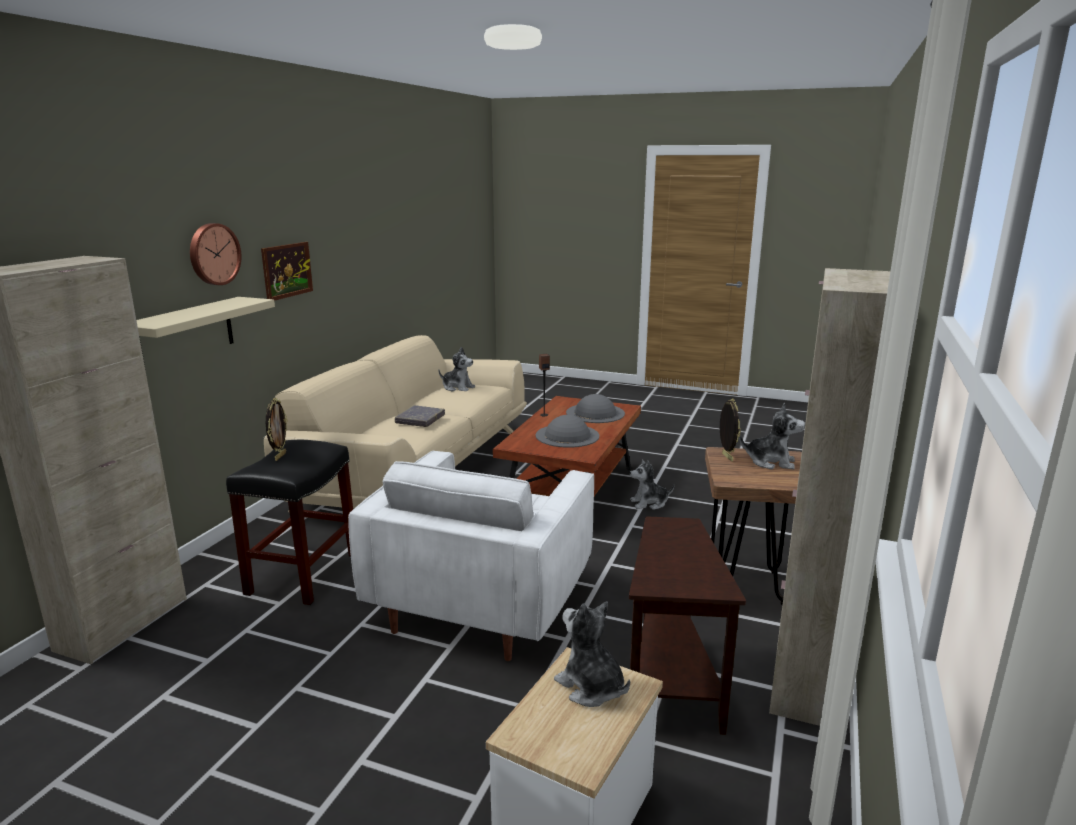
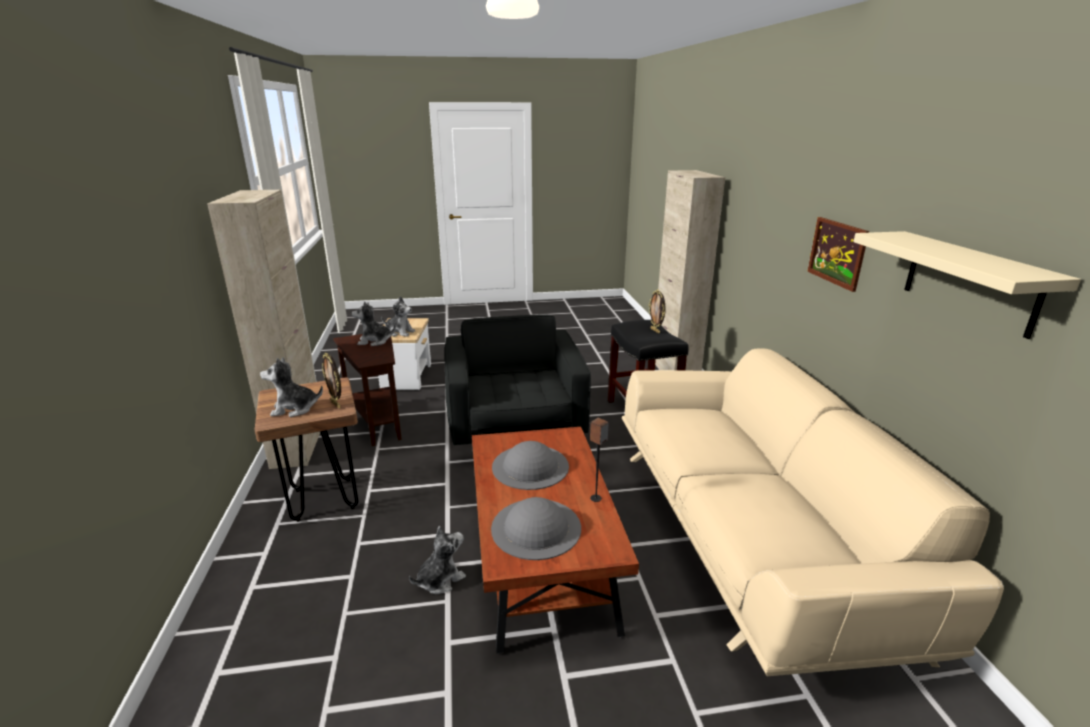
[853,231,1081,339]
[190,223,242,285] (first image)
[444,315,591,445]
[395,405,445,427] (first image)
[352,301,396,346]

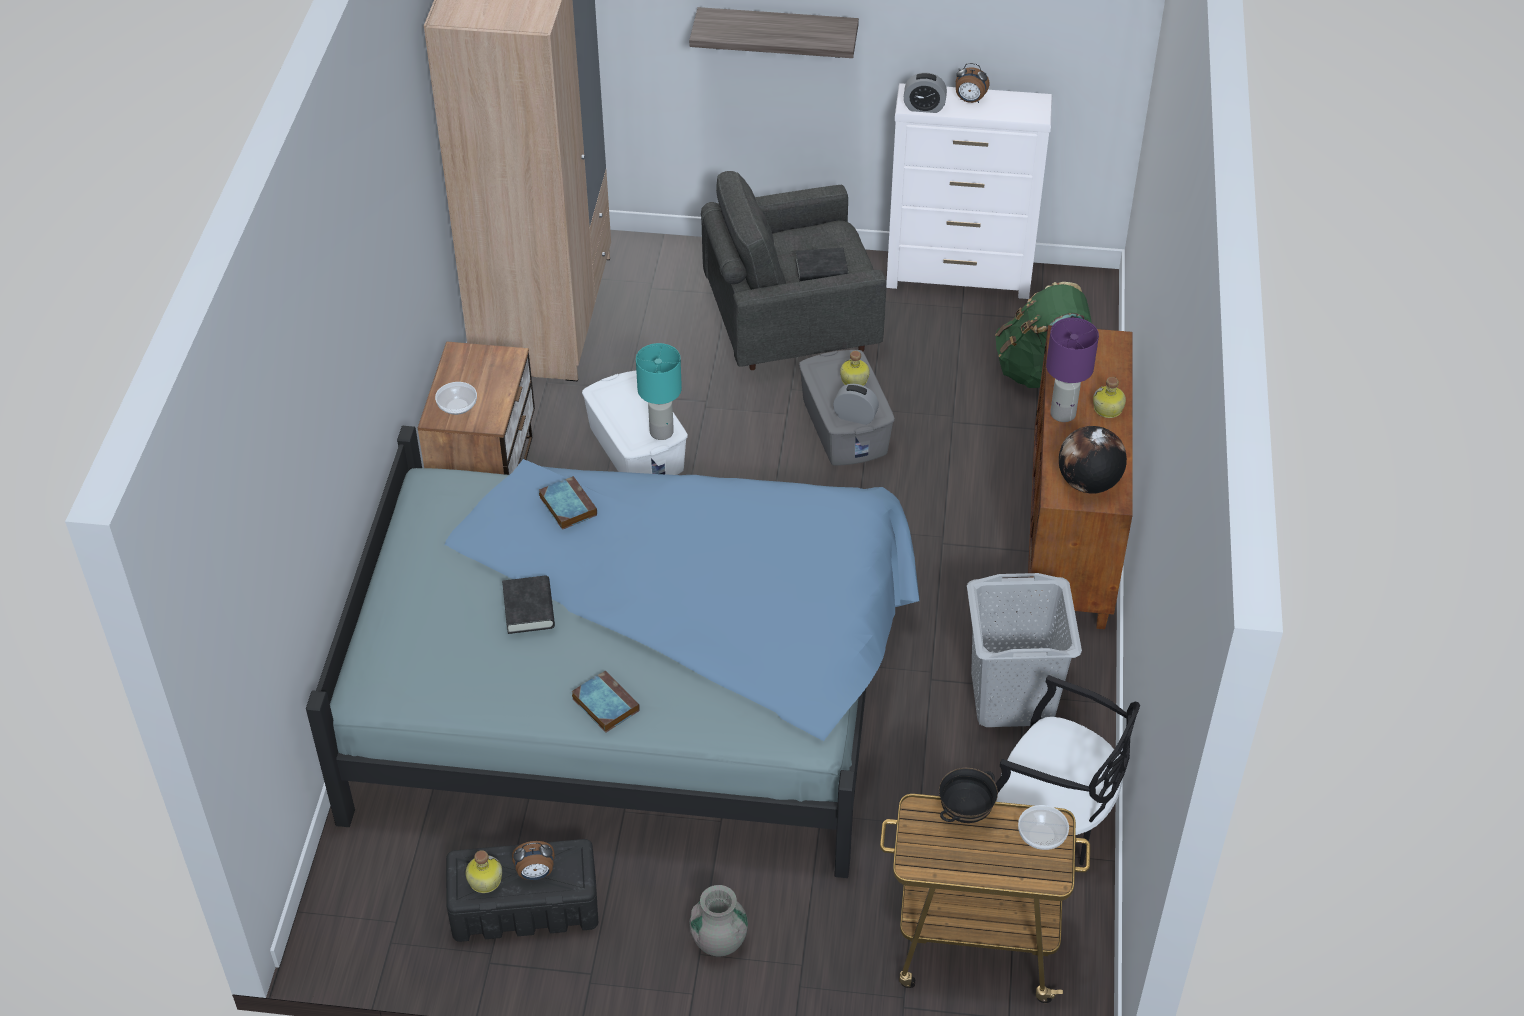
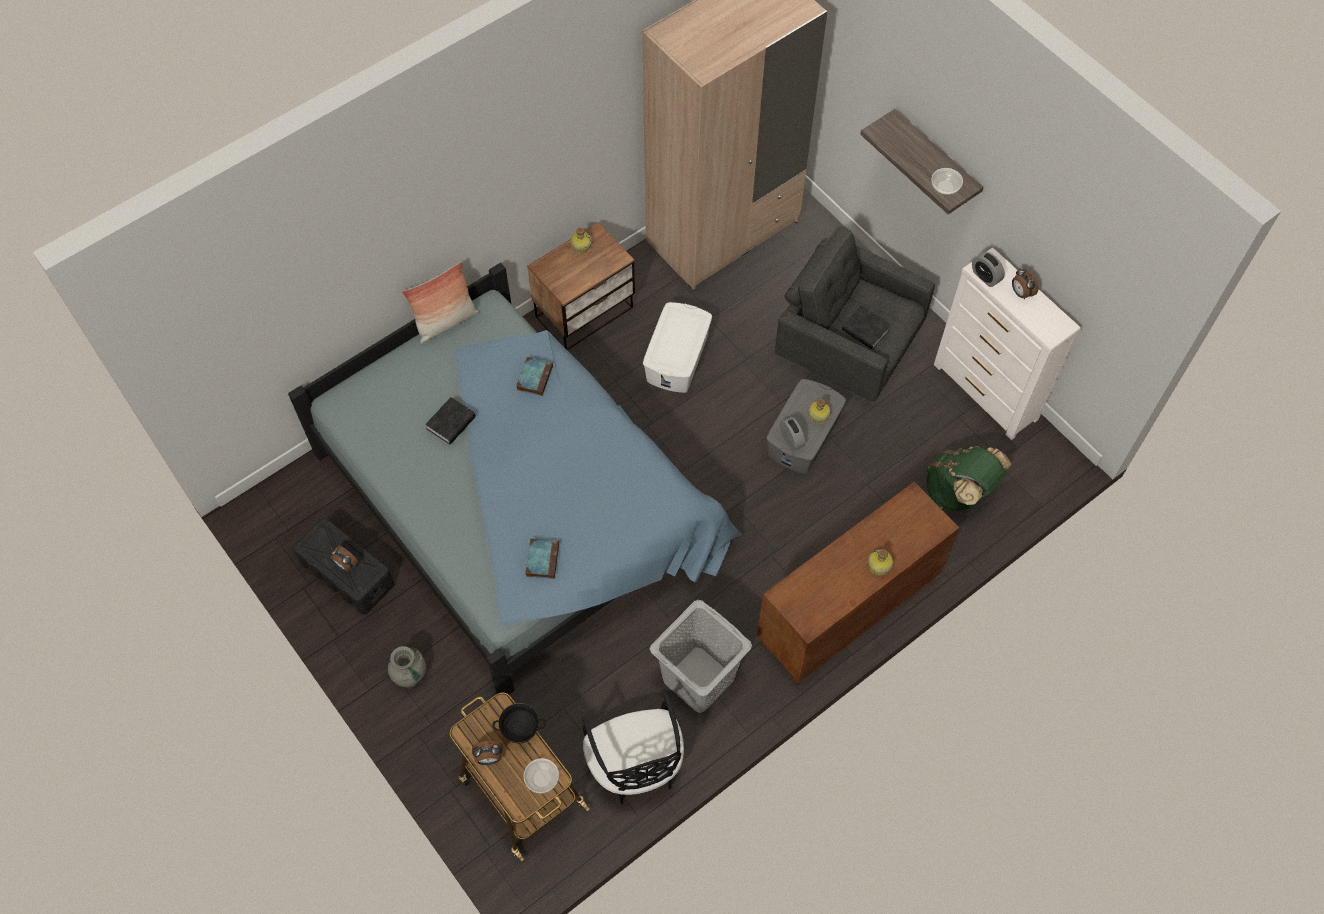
[931,168,963,195]
[570,227,592,253]
[526,539,559,579]
[636,343,682,440] (first image)
[1046,318,1099,422] (first image)
[1059,426,1127,494] (first image)
[402,262,479,344]
[472,741,503,765]

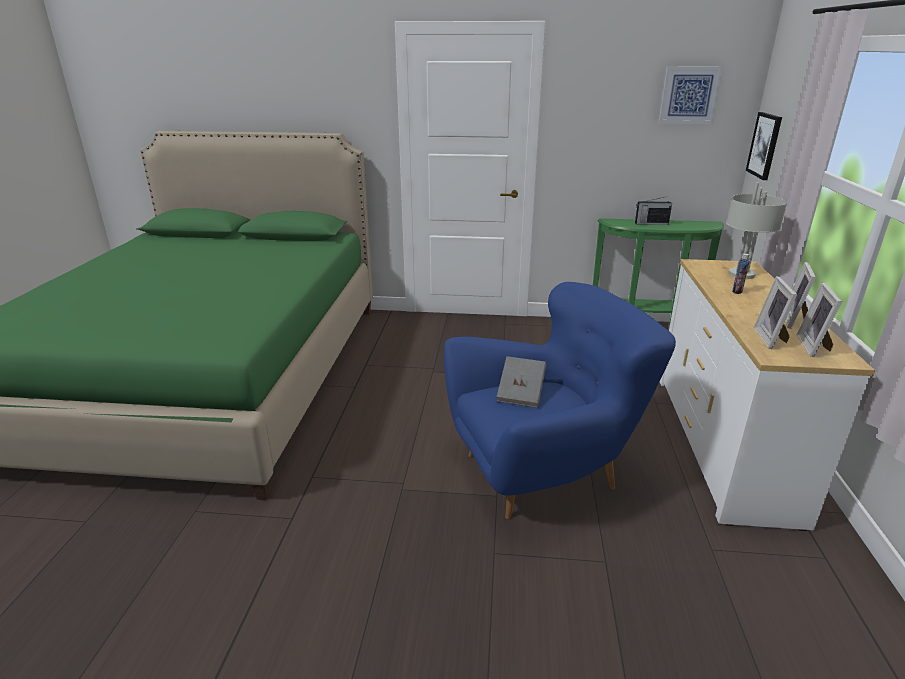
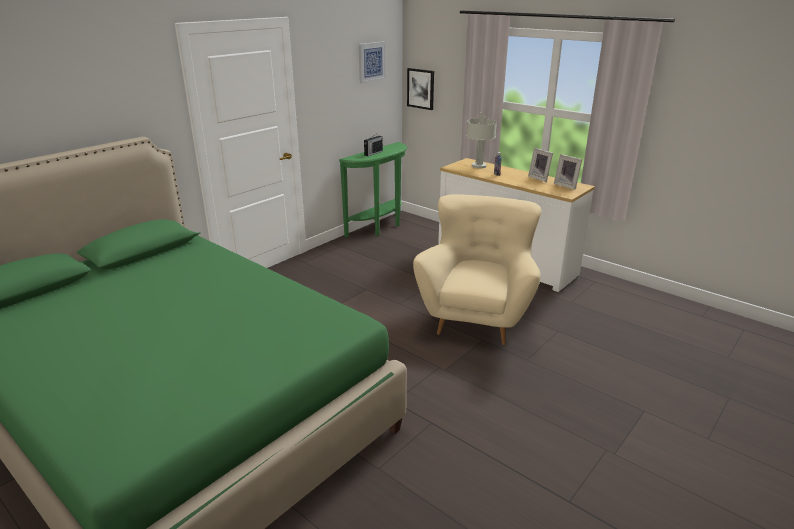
[413,194,541,345]
[497,356,547,408] (first image)
[754,276,797,349] (first image)

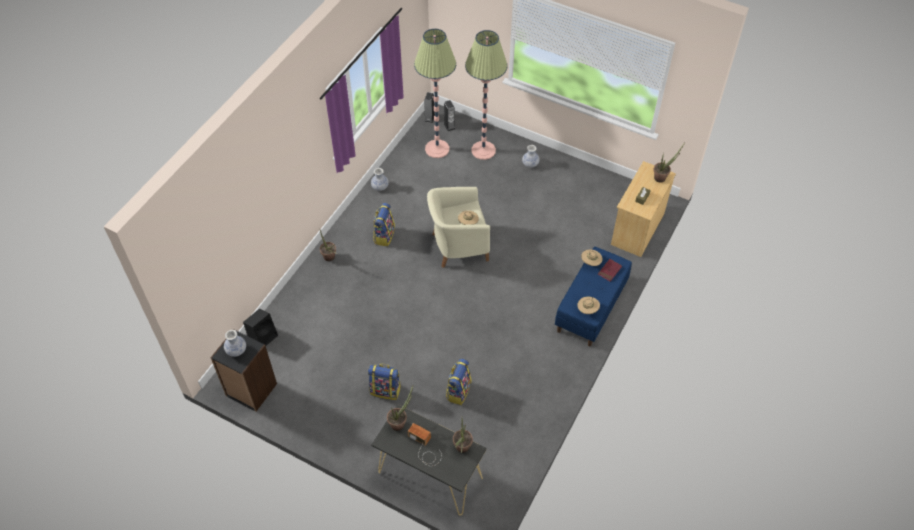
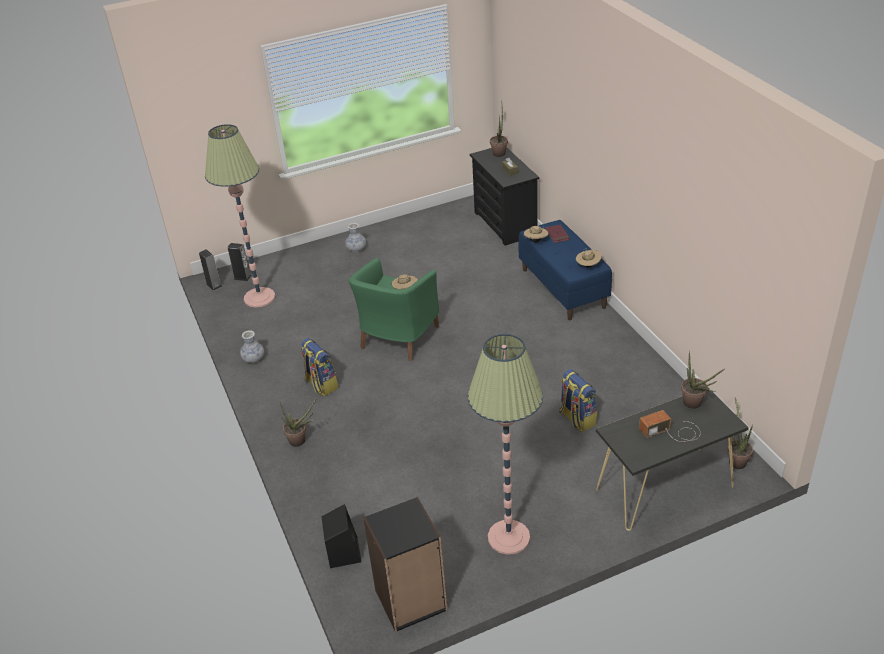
[224,330,246,357] (first image)
[368,363,401,400] (first image)
[727,398,753,469]
[349,258,439,361]
[468,334,543,555]
[470,147,539,246]

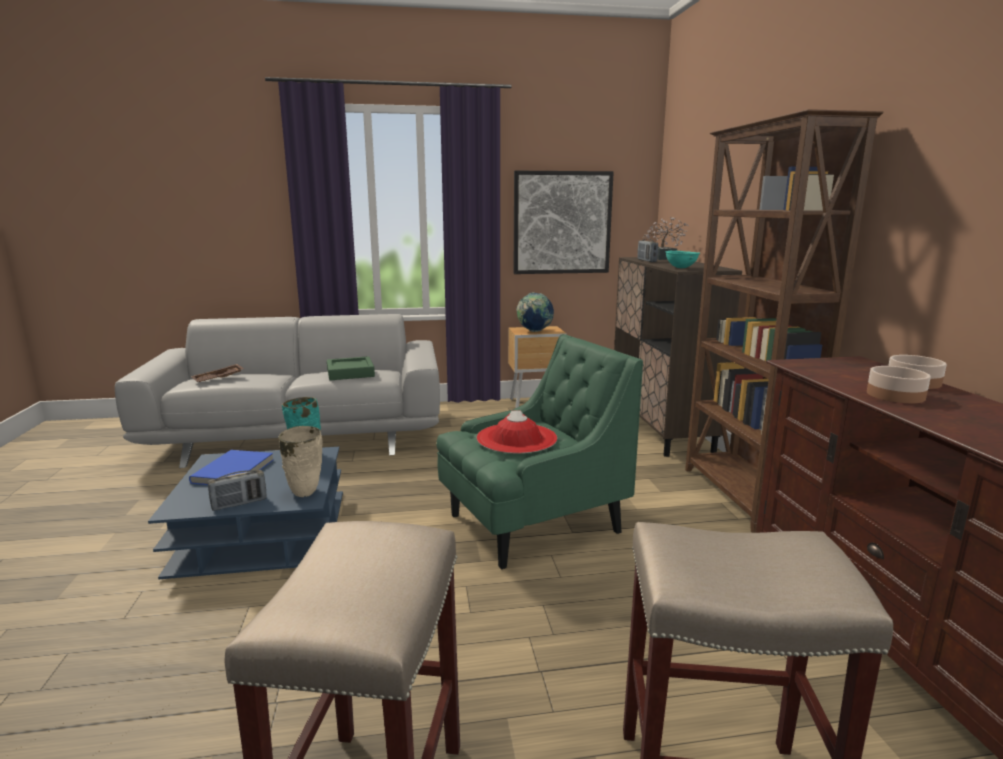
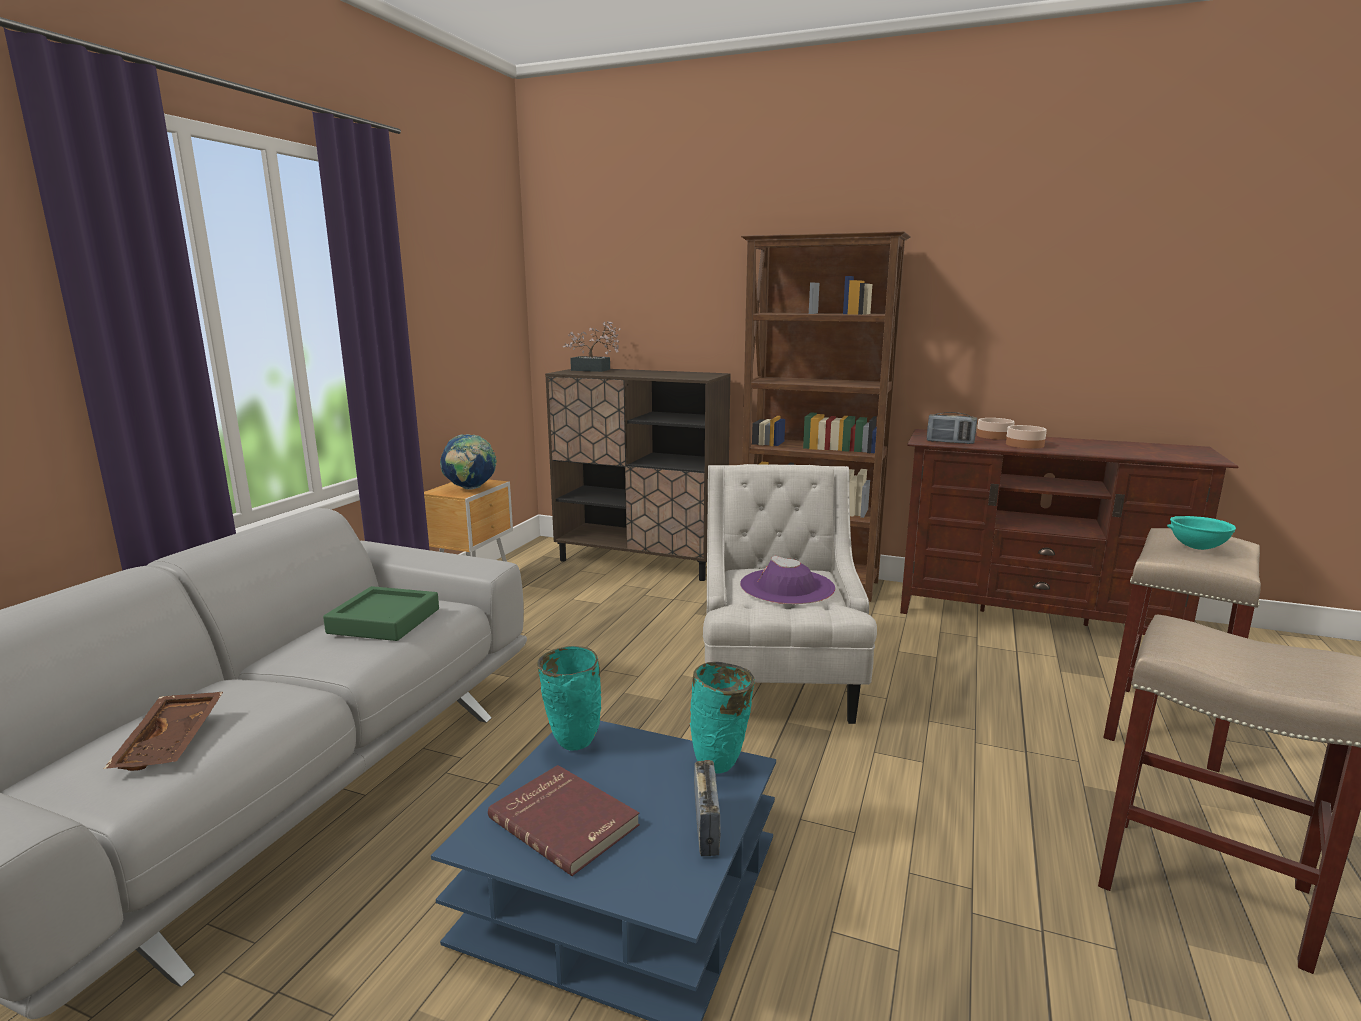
[488,765,640,876]
[690,662,755,774]
[703,464,877,724]
[740,556,835,604]
[514,171,614,274] (first image)
[927,412,977,444]
[1167,516,1236,550]

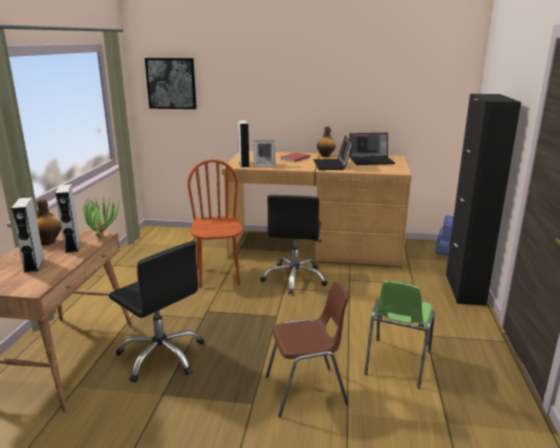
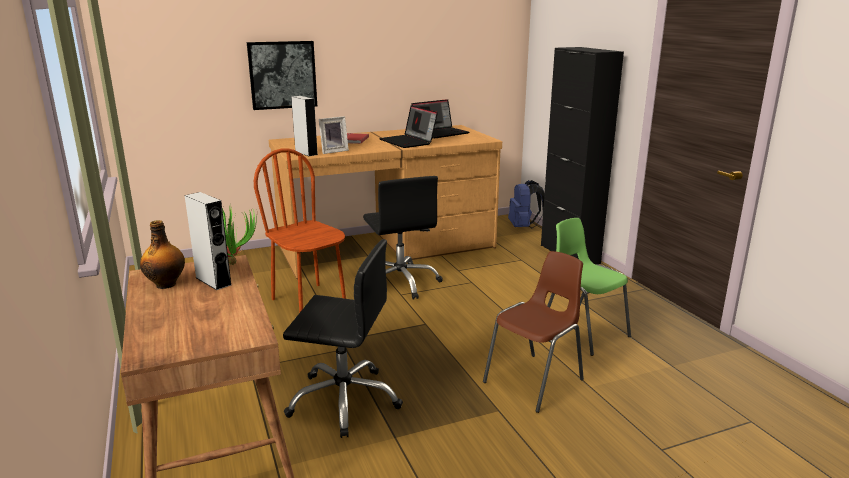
[11,197,44,273] (first image)
[247,41,317,110]
[317,126,336,157] (first image)
[547,218,631,356]

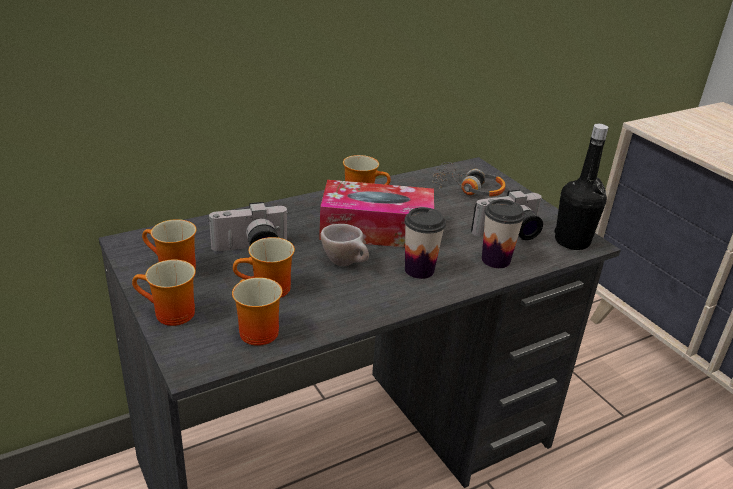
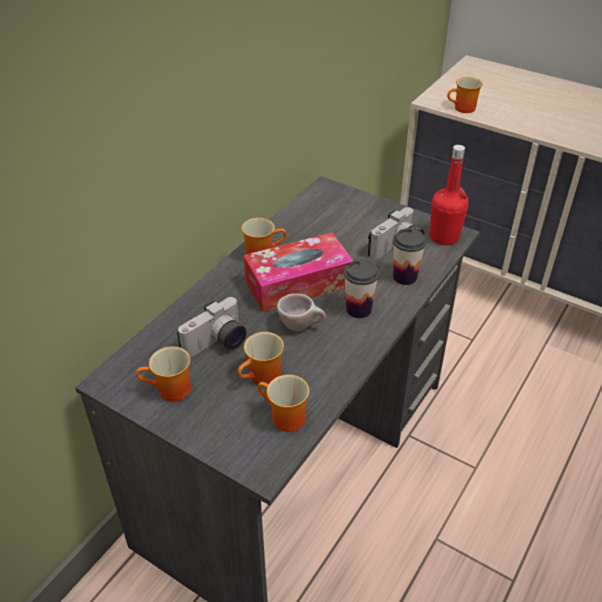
[447,77,483,113]
[432,162,505,197] (first image)
[429,145,469,245]

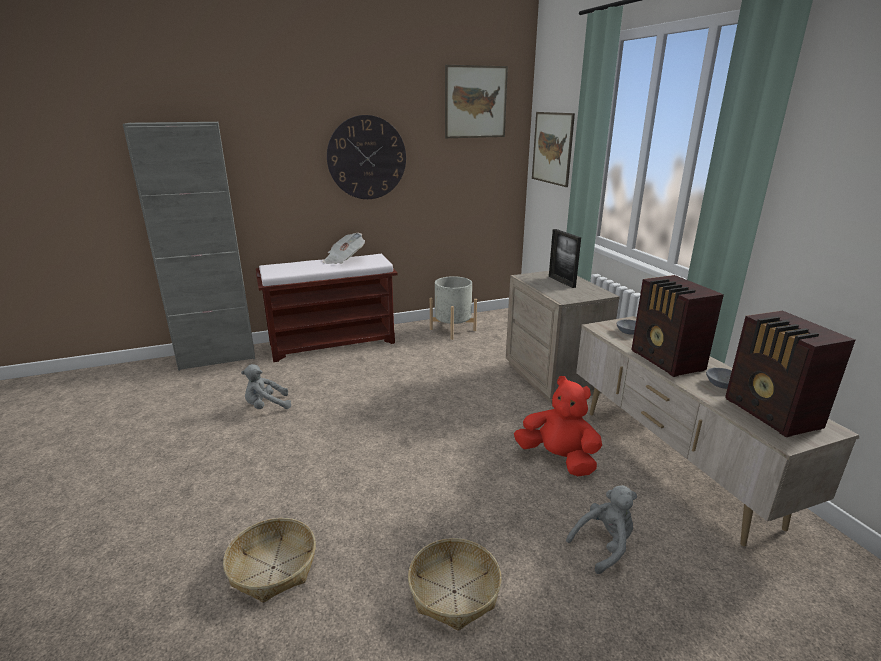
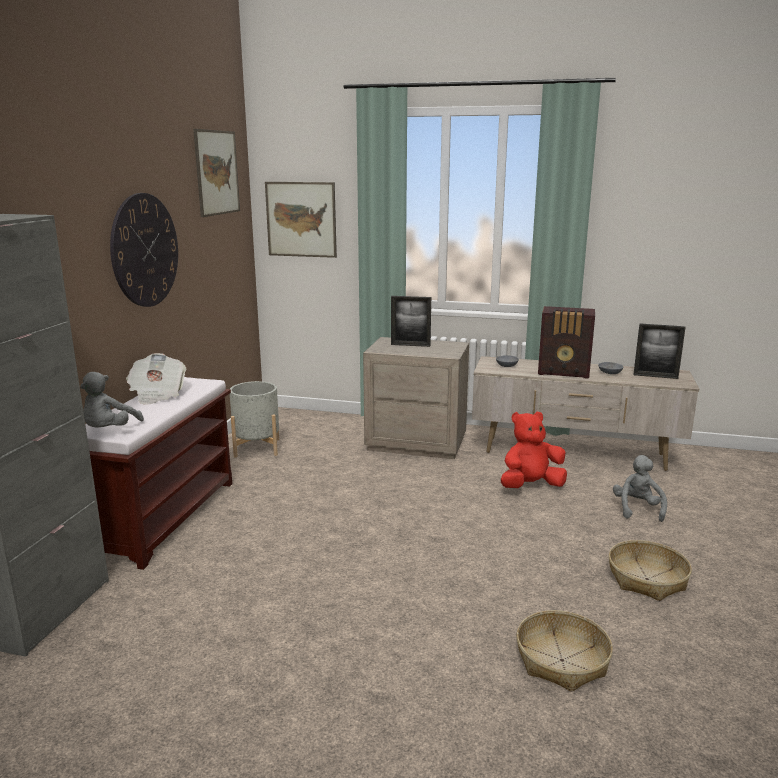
[80,372,144,428]
[634,323,686,379]

